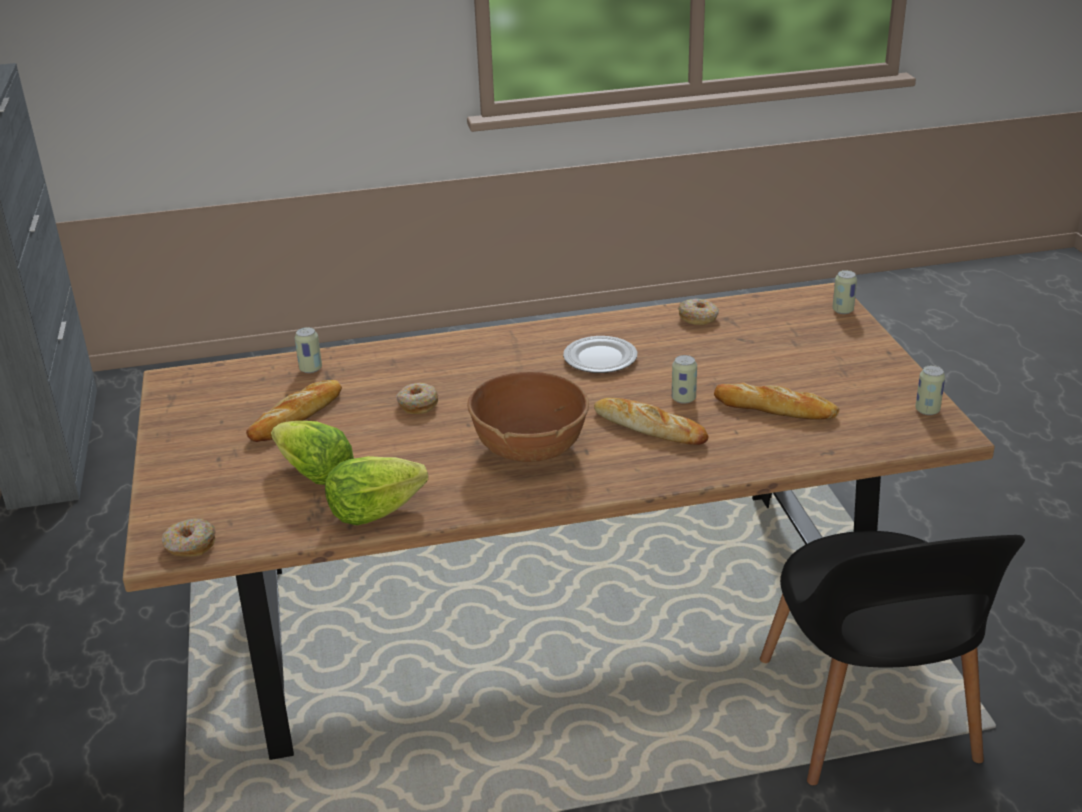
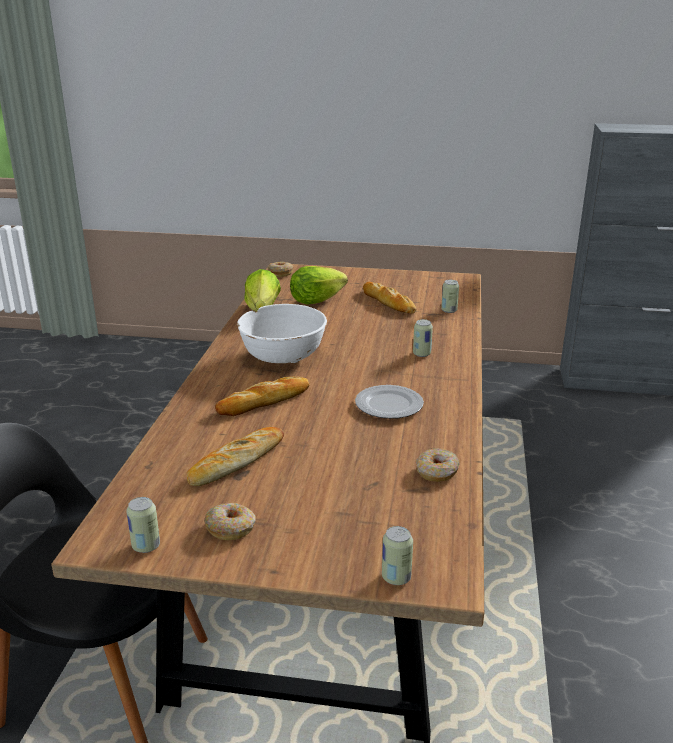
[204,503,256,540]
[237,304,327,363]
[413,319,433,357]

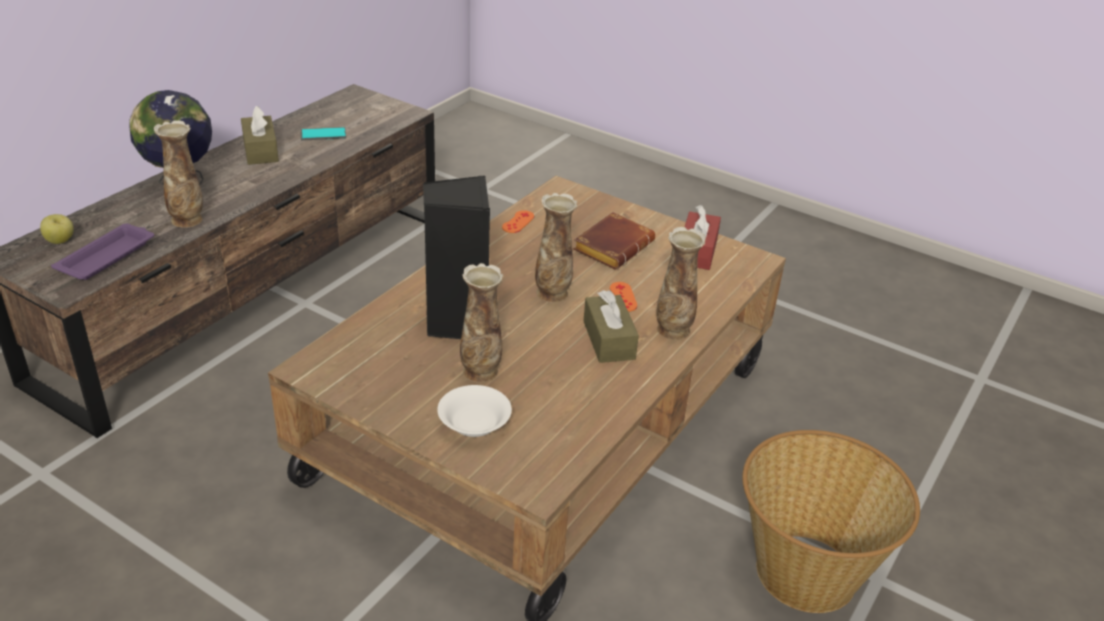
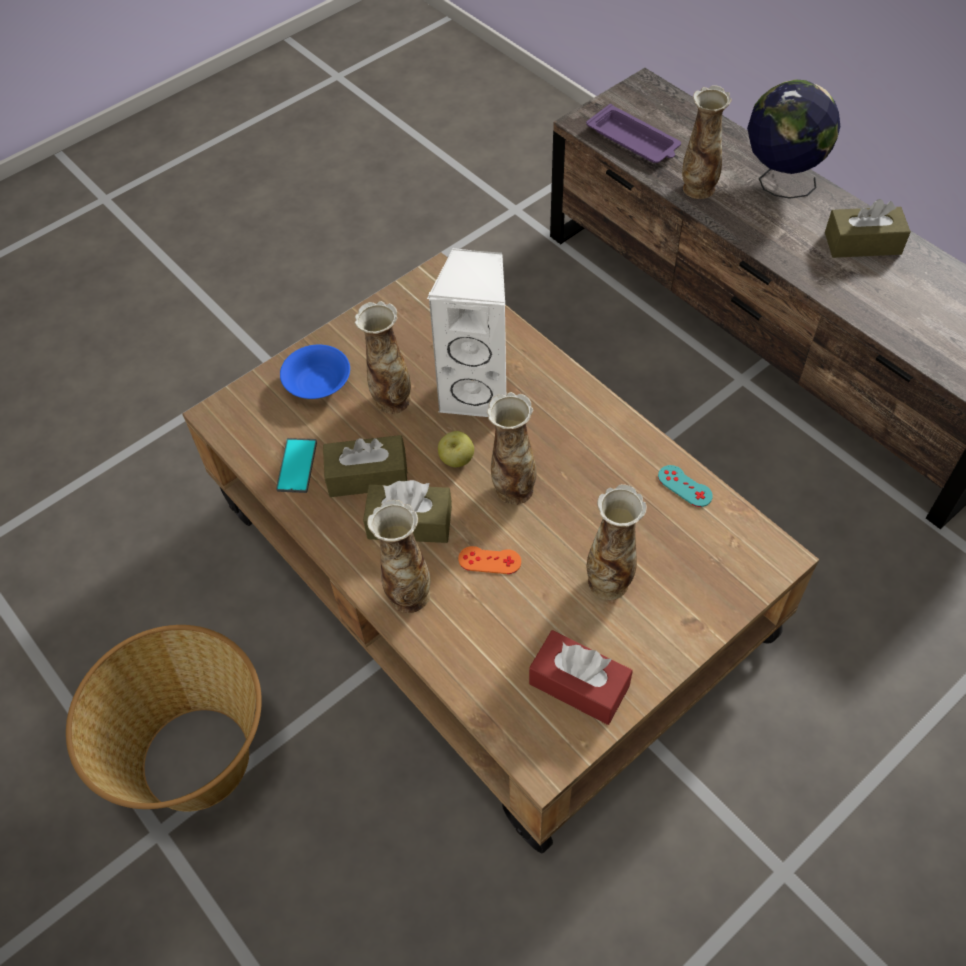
[438,431,474,467]
[276,438,317,493]
[427,248,506,417]
[280,345,350,399]
[658,465,713,507]
[587,484,647,600]
[323,435,408,497]

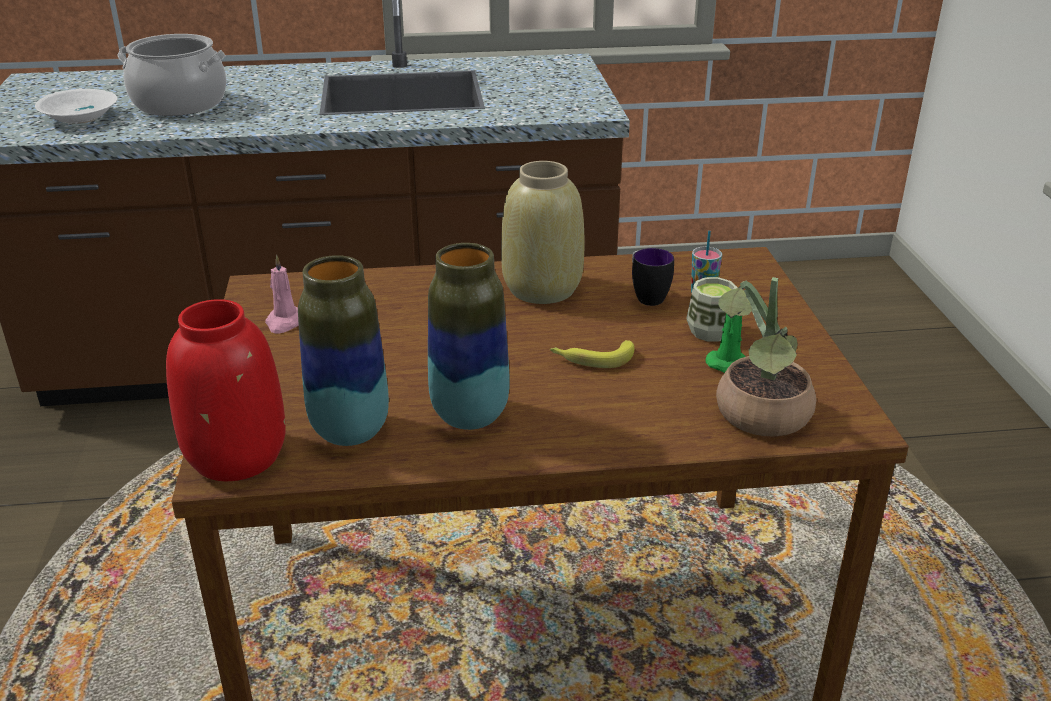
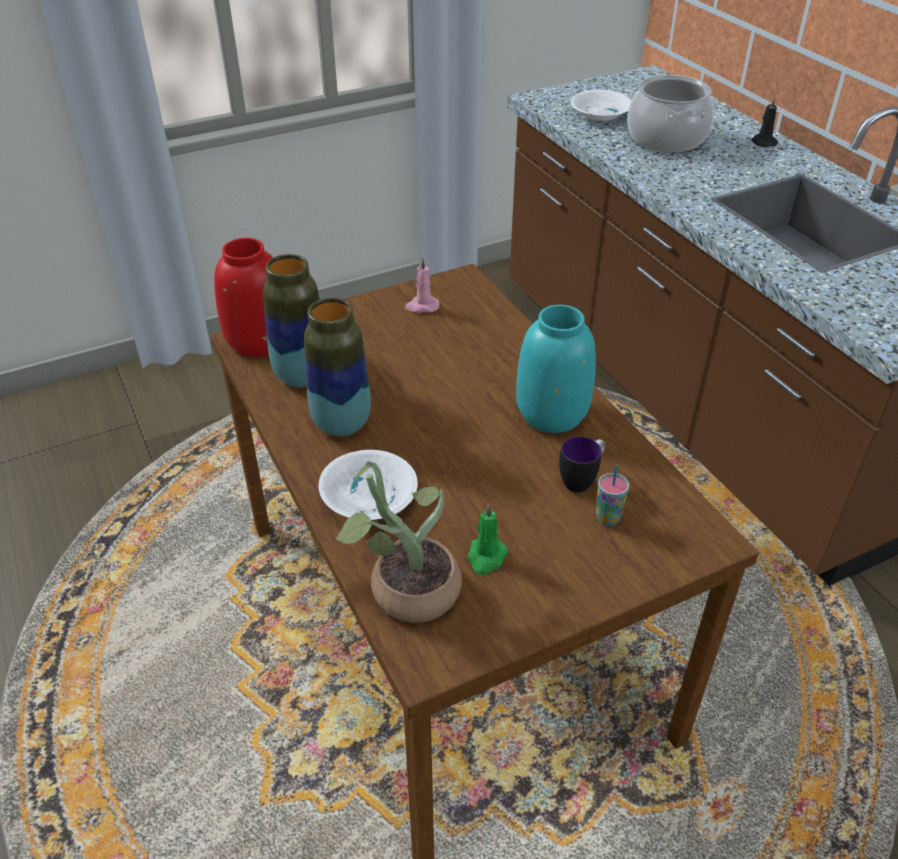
[516,305,596,433]
[550,340,634,368] (first image)
[686,277,738,341] (first image)
[319,450,418,520]
[751,97,778,147]

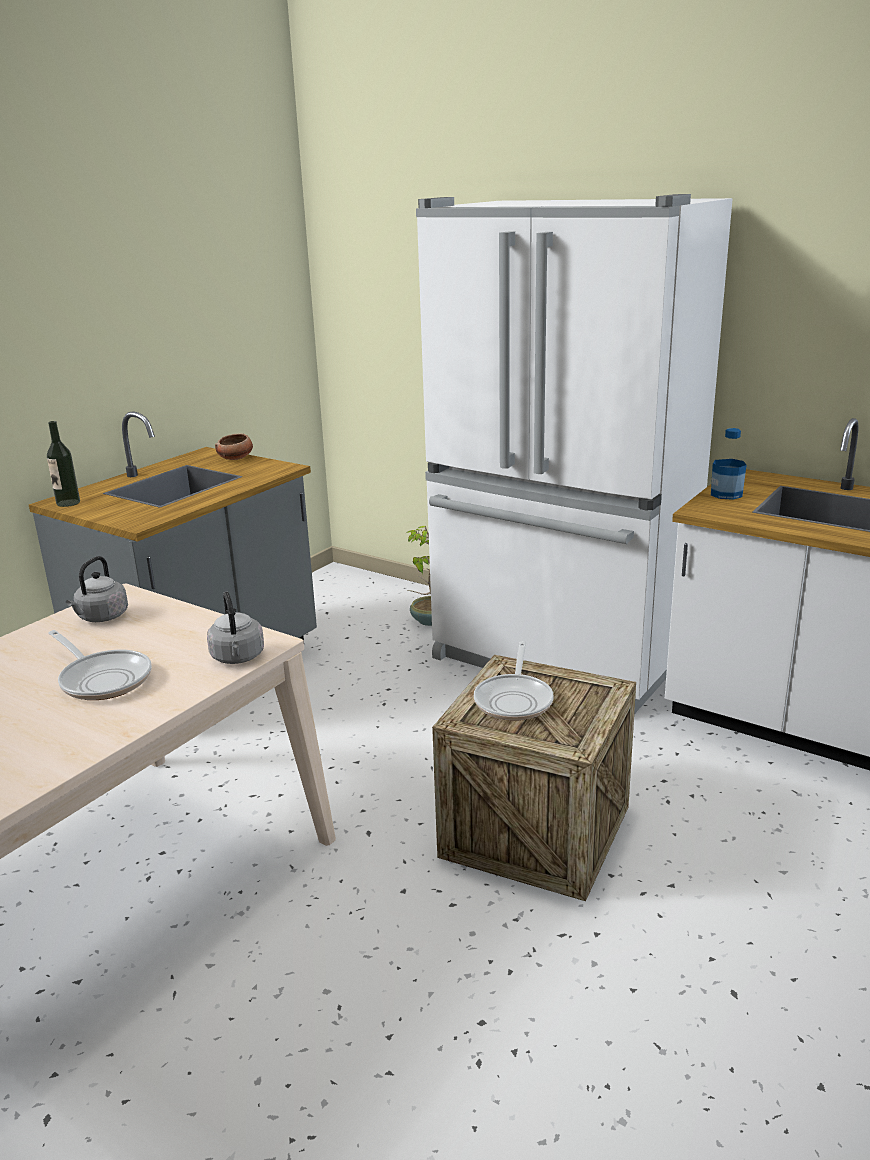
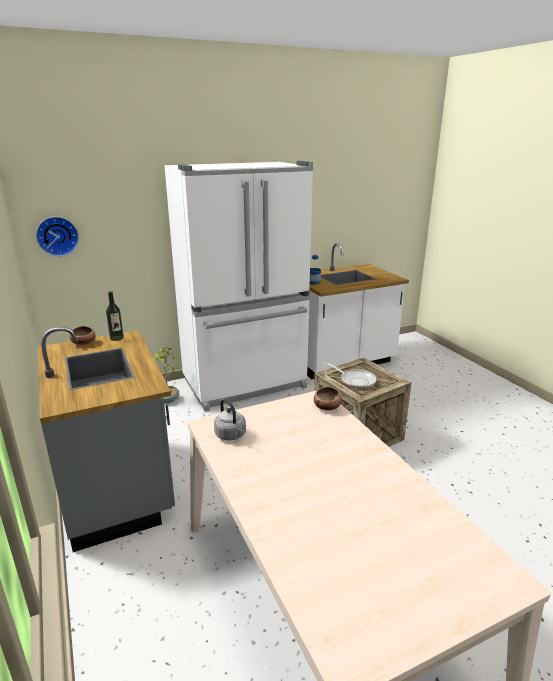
[106,291,124,341]
[48,630,152,700] (first image)
[314,386,342,411]
[36,217,79,256]

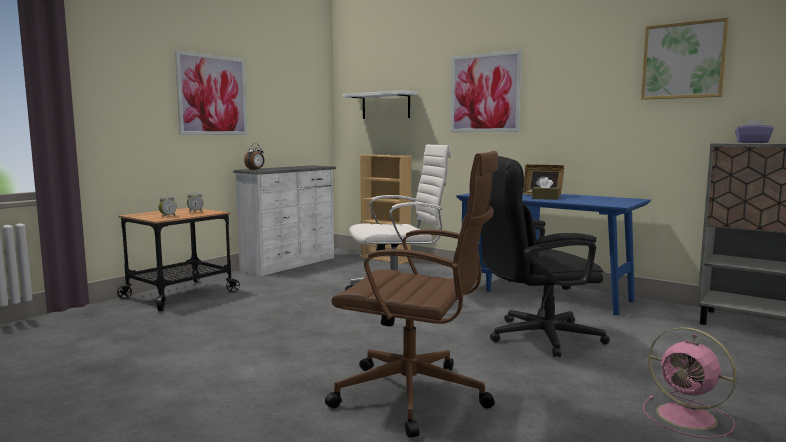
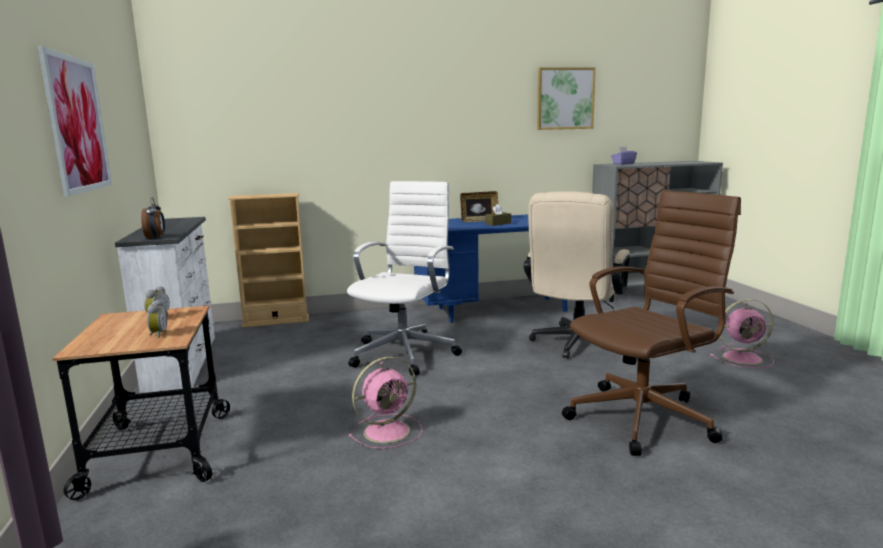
[342,90,418,119] (first image)
[450,50,522,132] (first image)
[523,191,630,359]
[348,357,422,449]

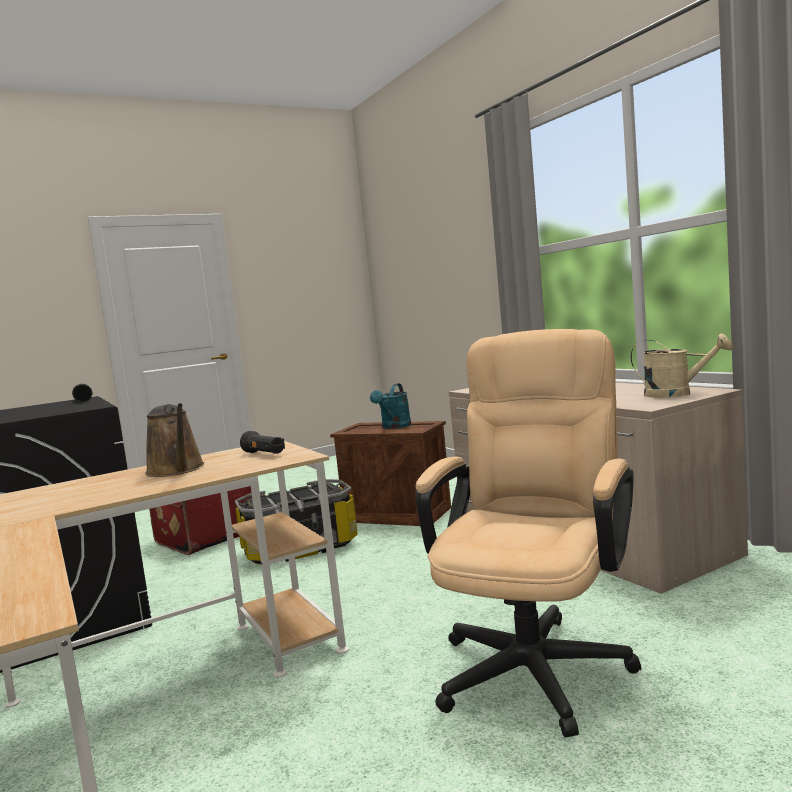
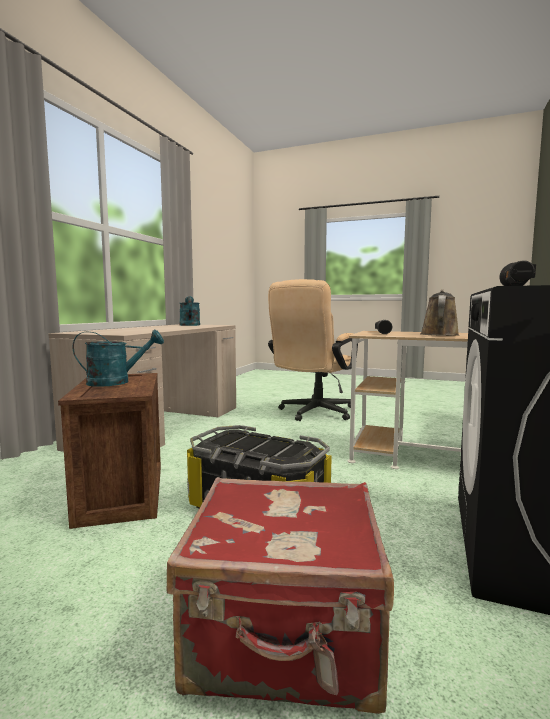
[268,279,358,421]
[180,296,200,326]

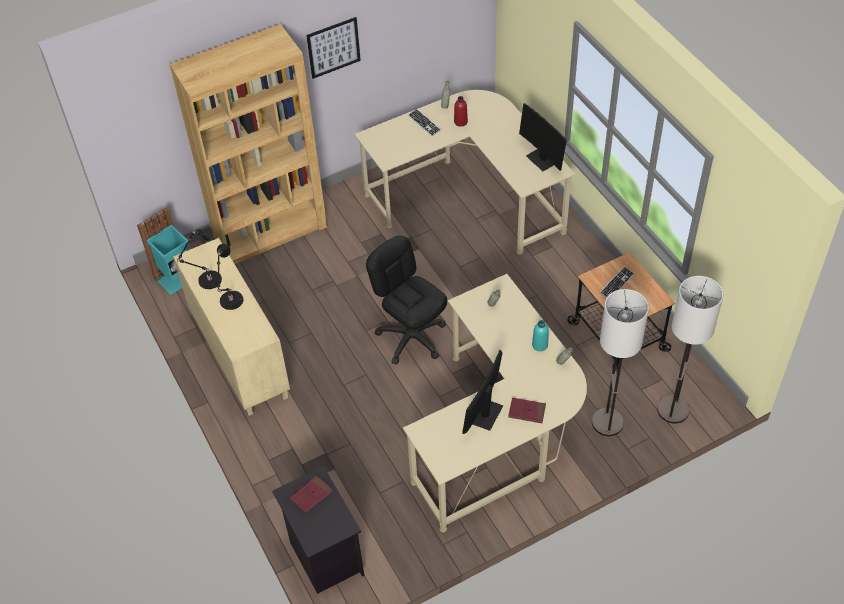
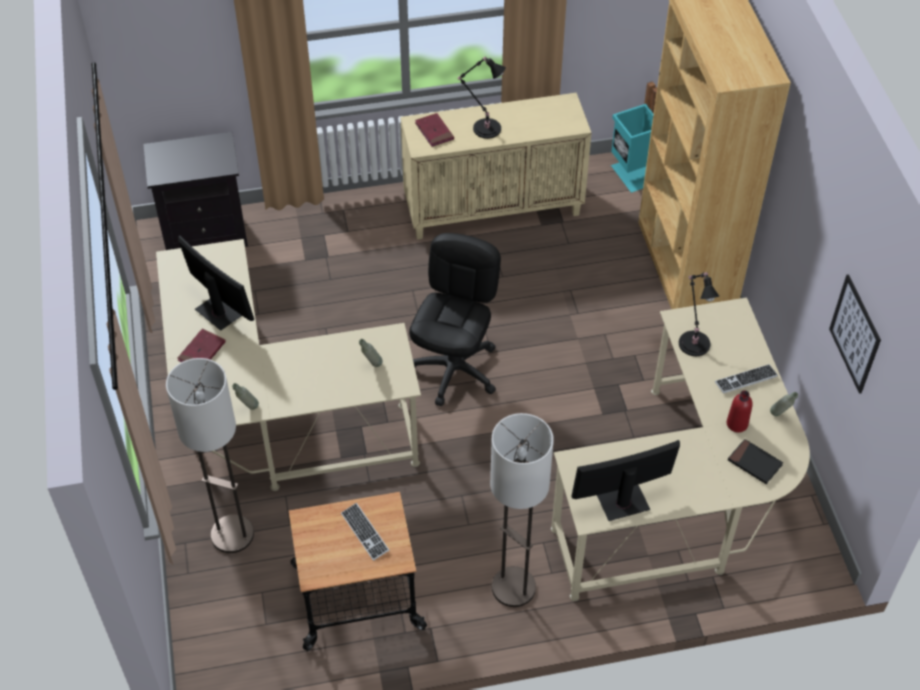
[679,272,719,356]
[415,113,454,147]
[829,274,881,394]
[409,233,501,406]
[532,320,549,351] (first image)
[490,413,554,607]
[728,439,783,484]

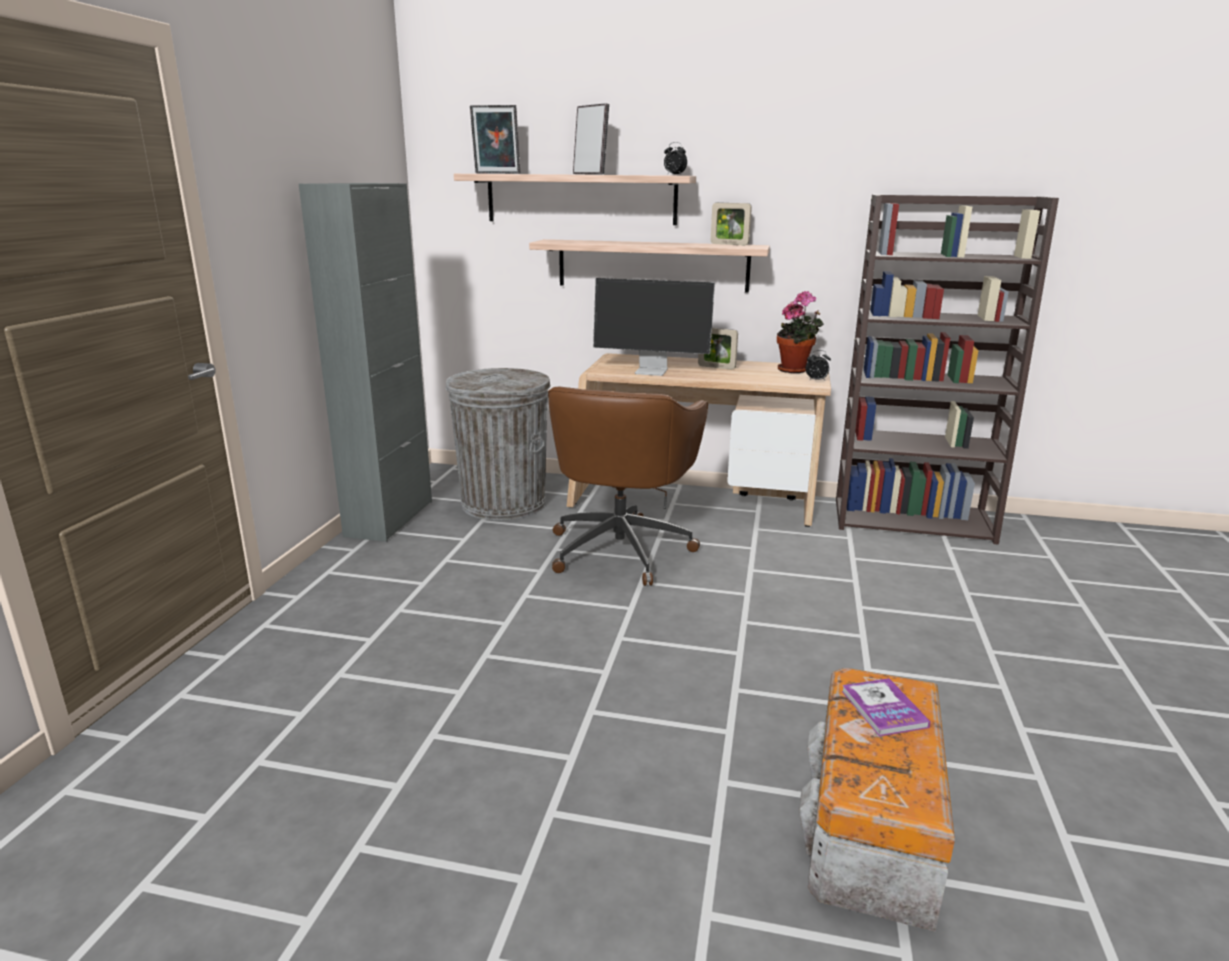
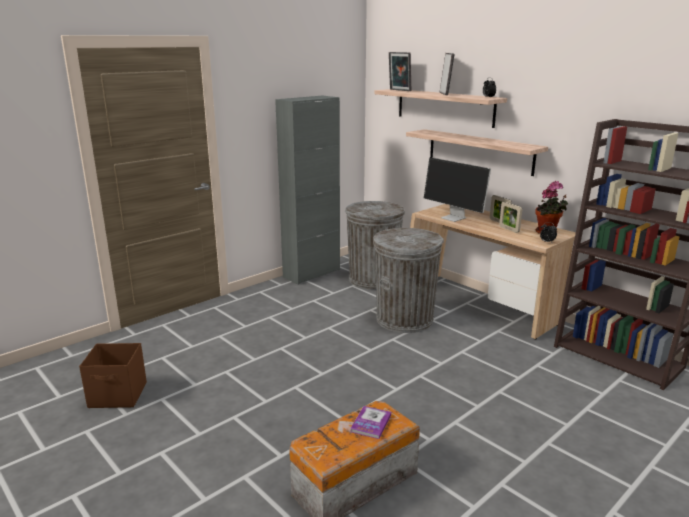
[373,228,444,333]
[499,202,522,233]
[79,343,147,408]

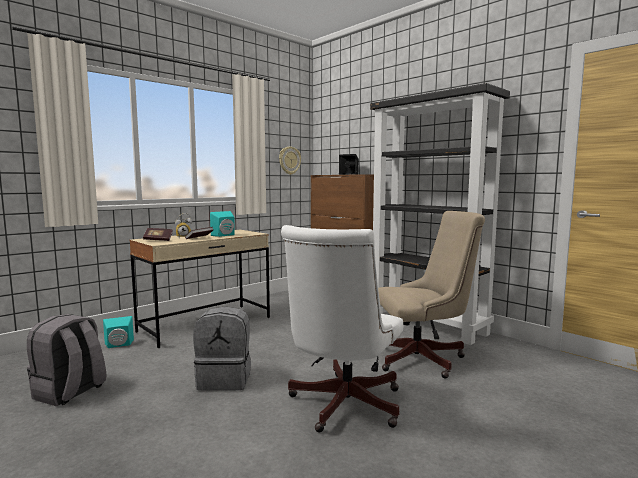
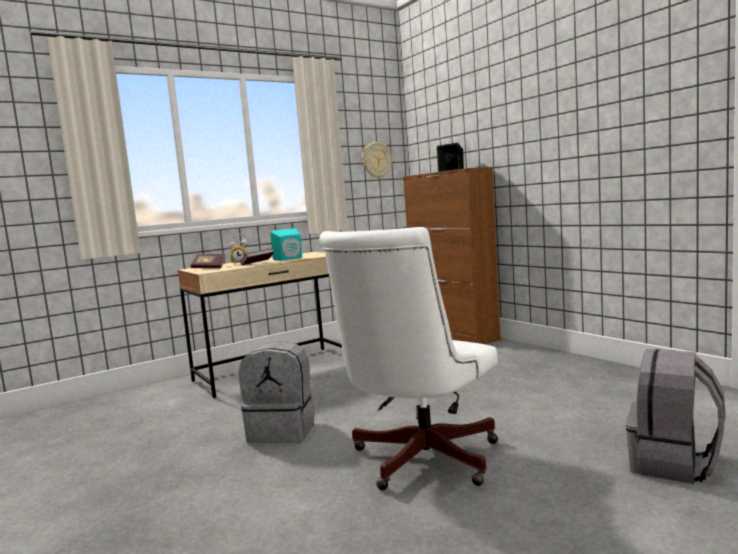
[626,349,726,484]
[103,316,134,348] (first image)
[370,83,510,345] (first image)
[378,211,485,379] (first image)

